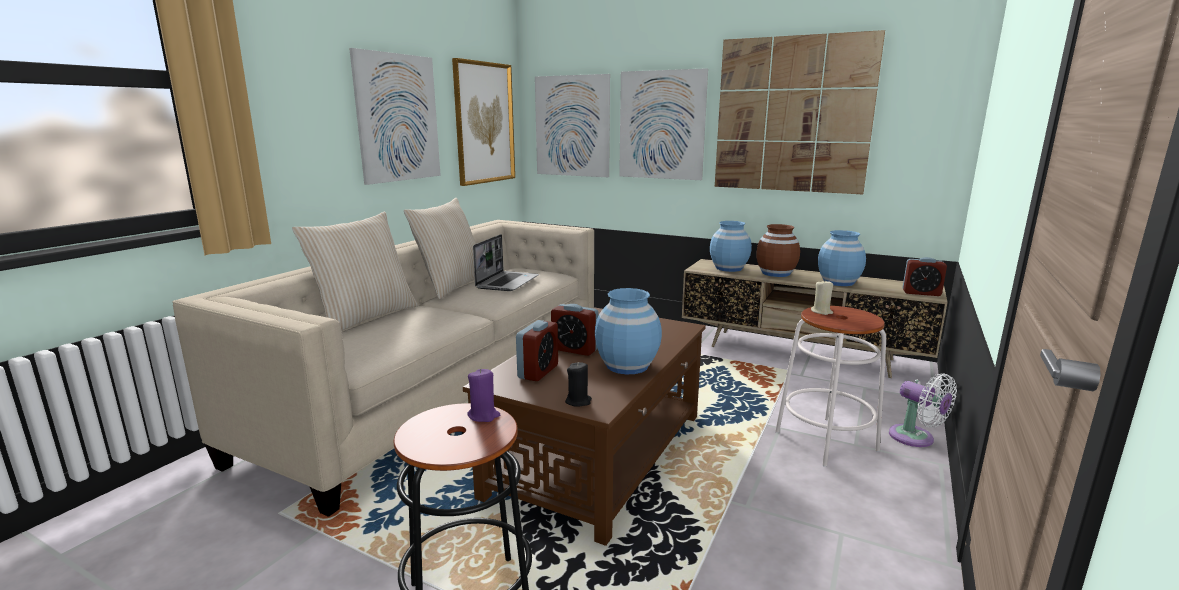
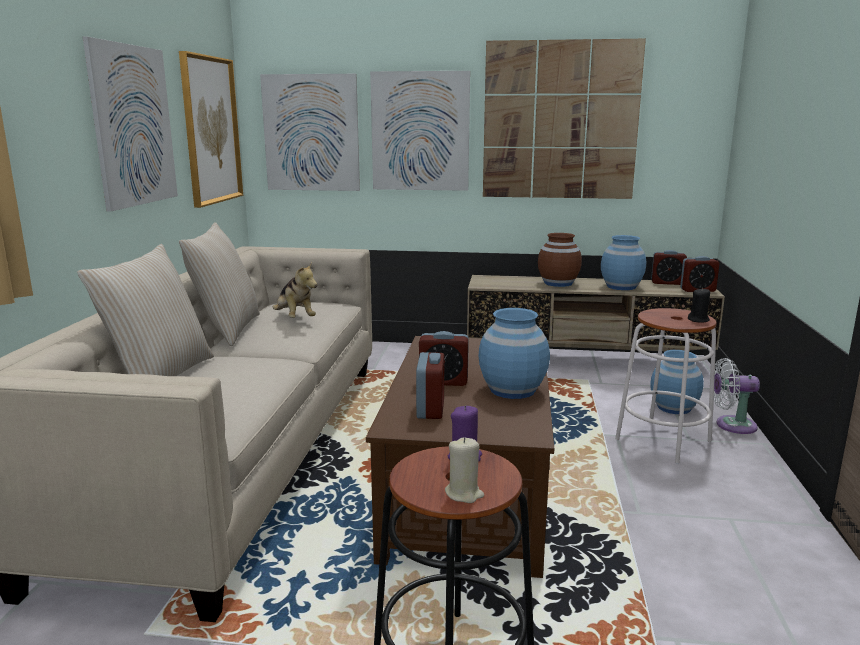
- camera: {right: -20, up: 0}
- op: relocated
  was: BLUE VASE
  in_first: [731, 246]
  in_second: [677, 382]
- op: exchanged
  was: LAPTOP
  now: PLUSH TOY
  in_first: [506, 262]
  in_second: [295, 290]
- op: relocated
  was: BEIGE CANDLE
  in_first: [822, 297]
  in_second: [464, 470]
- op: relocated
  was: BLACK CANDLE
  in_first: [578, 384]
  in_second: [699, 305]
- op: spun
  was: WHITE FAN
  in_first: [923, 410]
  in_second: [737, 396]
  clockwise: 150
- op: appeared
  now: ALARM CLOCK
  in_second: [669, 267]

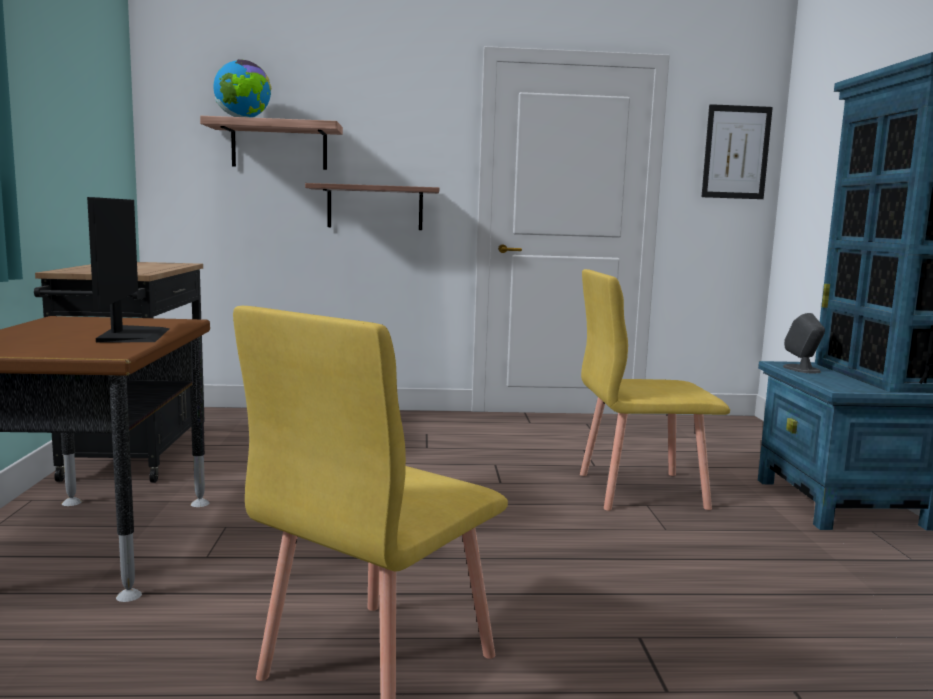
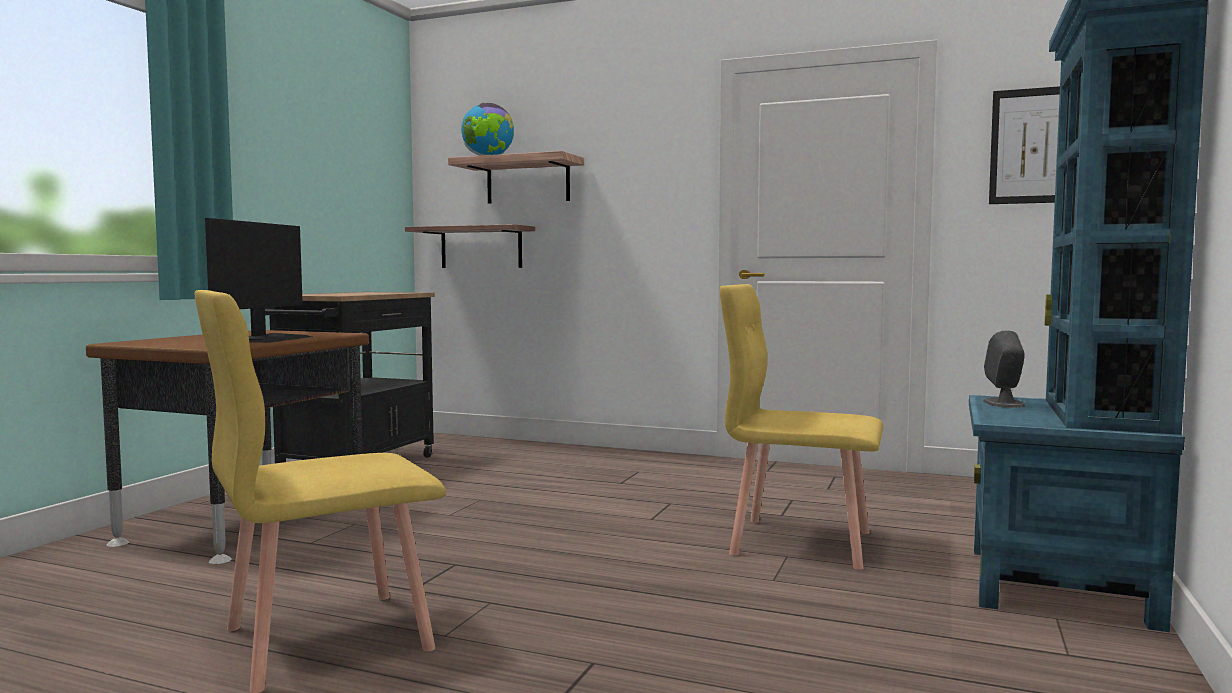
- camera: {right: 25, up: -5}
- op: relocated
  was: SHELF
  in_first: [372, 206]
  in_second: [470, 246]

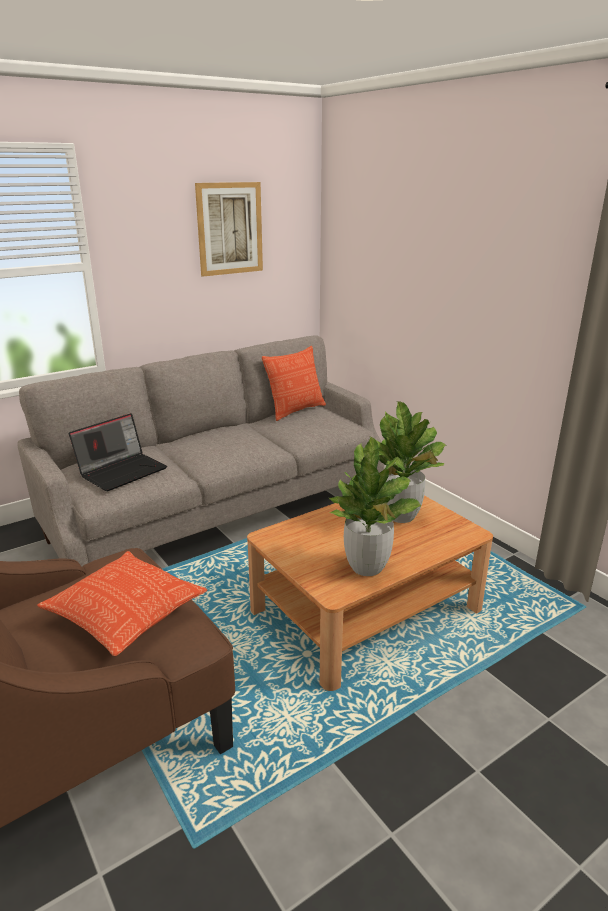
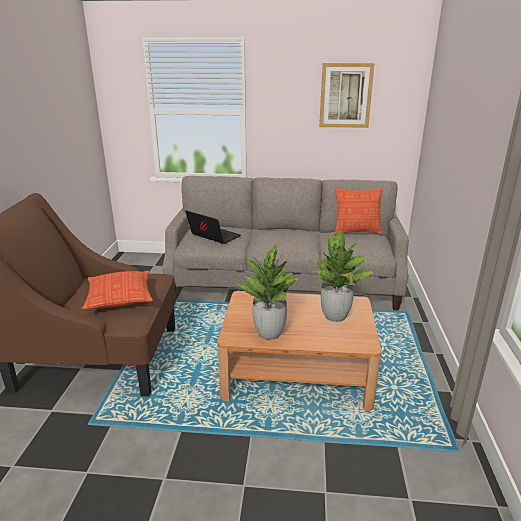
- camera: {right: 40, up: 0}
- op: spun
  was: LAPTOP
  in_first: [118, 452]
  in_second: [213, 227]
  clockwise: -135

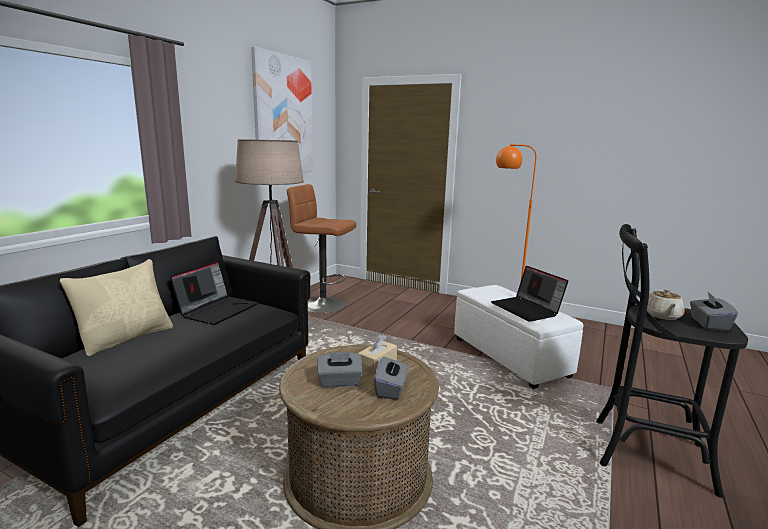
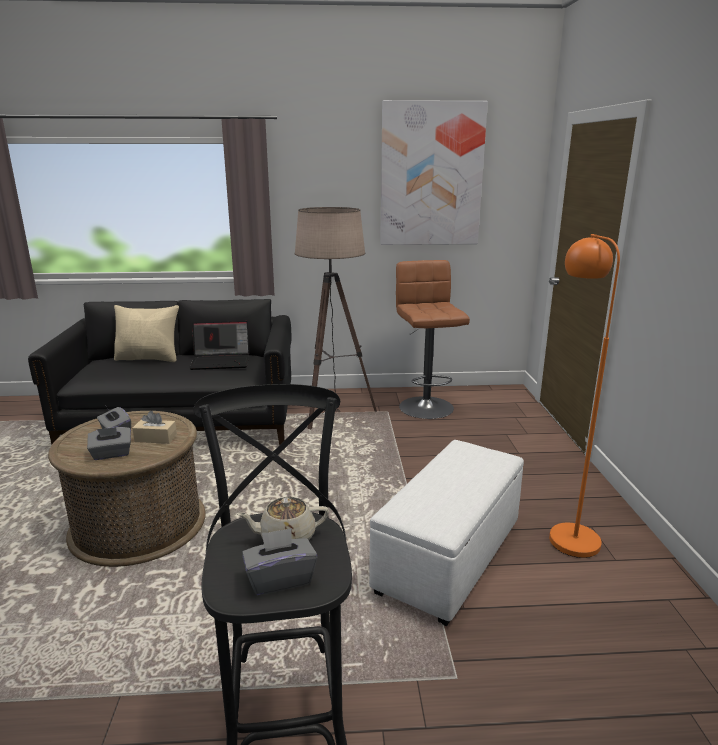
- camera: {right: 60, up: 5}
- op: missing
  was: LAPTOP
  in_first: [529, 294]

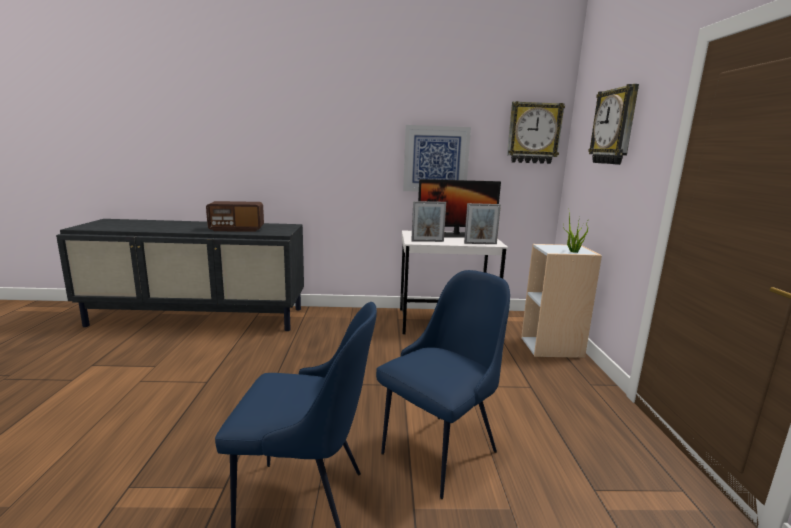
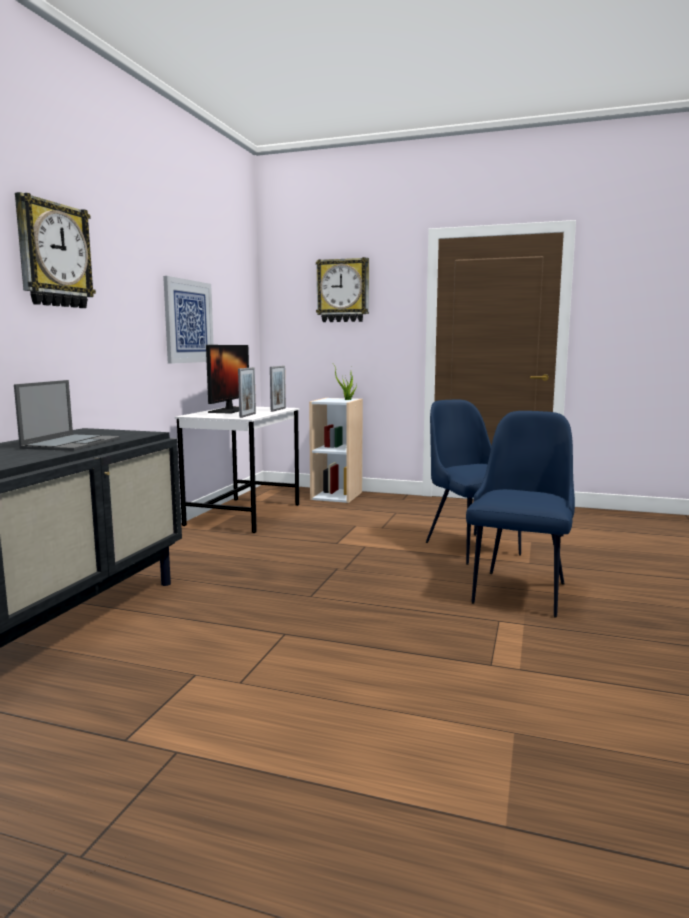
- camera: {right: -70, up: -5}
- op: relocated
  was: WALL CLOCK
  in_first: [536, 132]
  in_second: [55, 250]
- op: exchanged
  was: RADIO
  now: LAPTOP
  in_first: [235, 216]
  in_second: [67, 415]

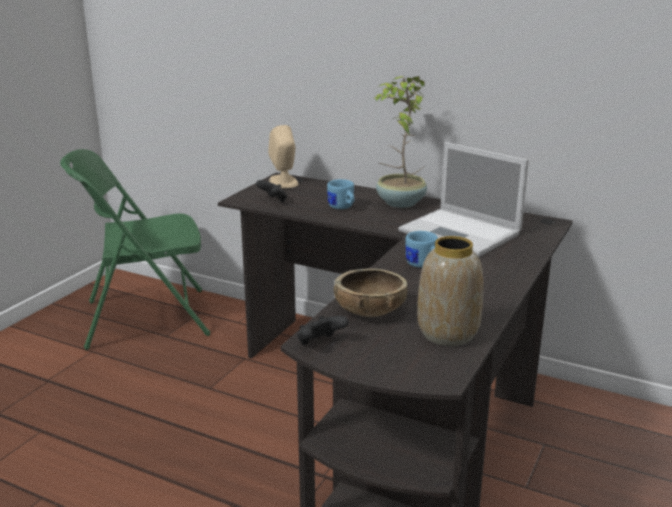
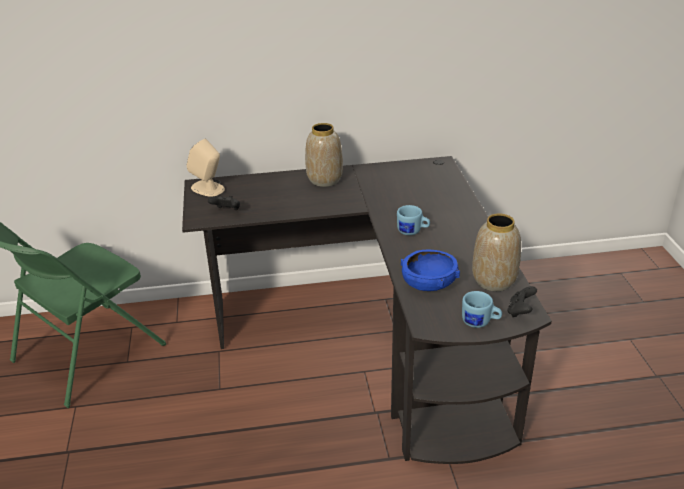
- camera: {right: -35, up: 10}
- op: exchanged
  was: POTTED PLANT
  now: VASE
  in_first: [400, 142]
  in_second: [324, 155]
- op: missing
  was: LAPTOP
  in_first: [463, 199]
- op: relocated
  was: BLUE MUG
  in_first: [340, 194]
  in_second: [482, 309]
- op: colour
  was: BROWN BOWL
  now: BLUE BOWL
  in_first: [370, 292]
  in_second: [430, 270]
- op: relocated
  was: BLACK GAME CONTROLLER
  in_first: [323, 330]
  in_second: [522, 301]

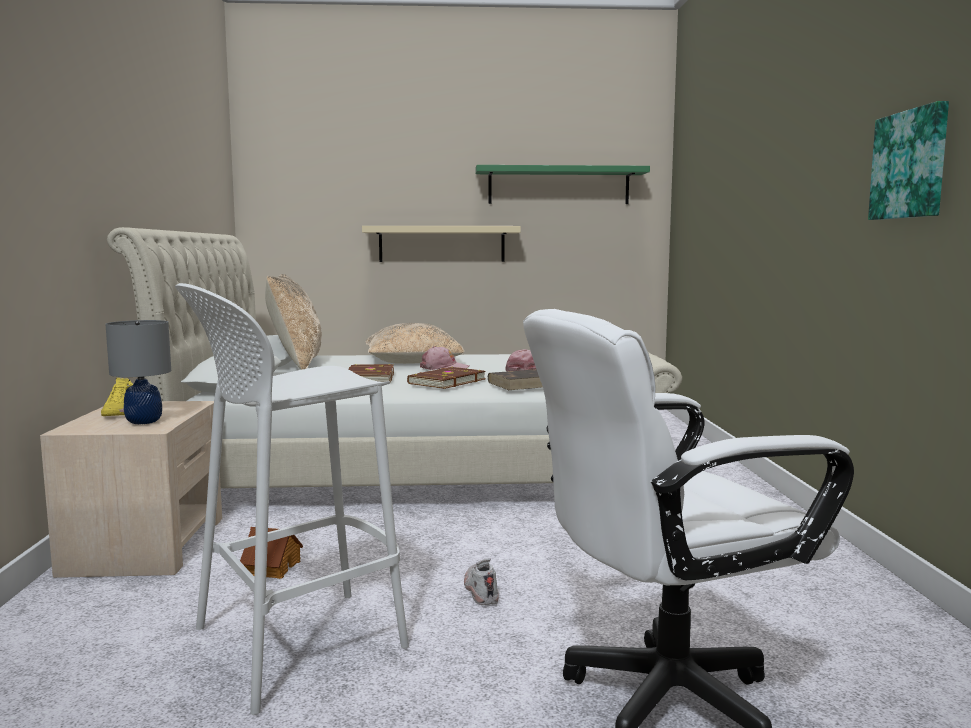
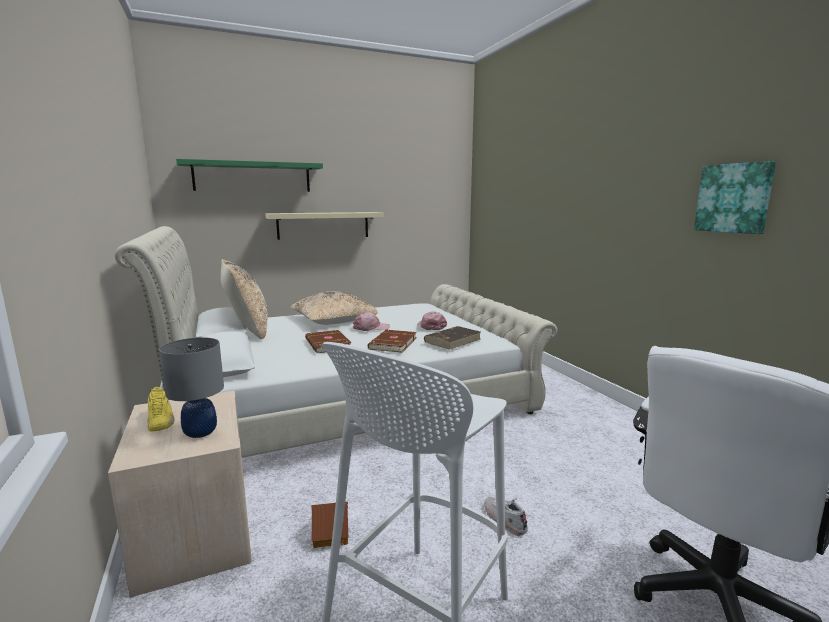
- camera: {right: -20, up: 5}
- op: relocated
  was: GREEN SHELF
  in_first: [562, 184]
  in_second: [249, 175]

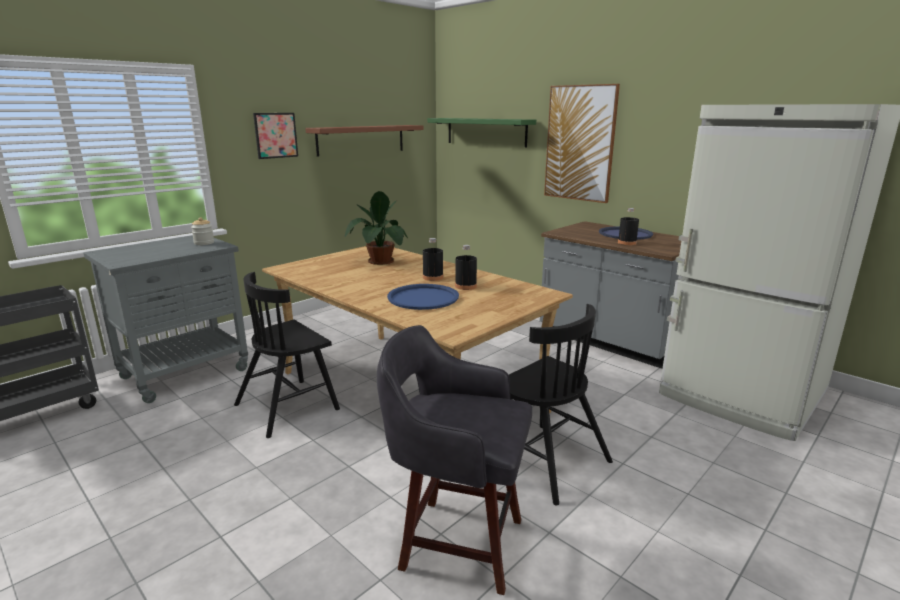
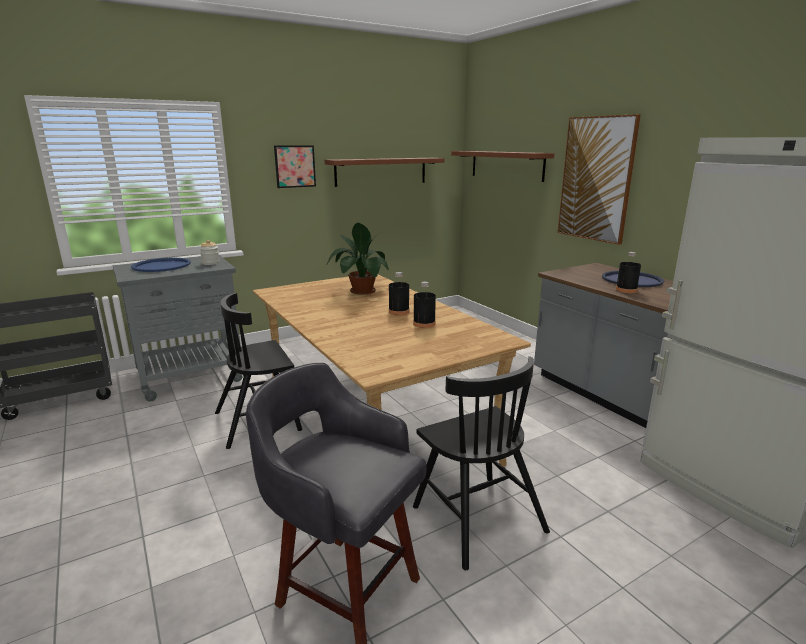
- camera: {right: 15, up: 0}
- op: colour
  was: GREEN SHELF
  now: BROWN SHELF
  in_first: [481, 132]
  in_second: [503, 166]
- op: relocated
  was: BLUE TRAY
  in_first: [423, 297]
  in_second: [161, 265]

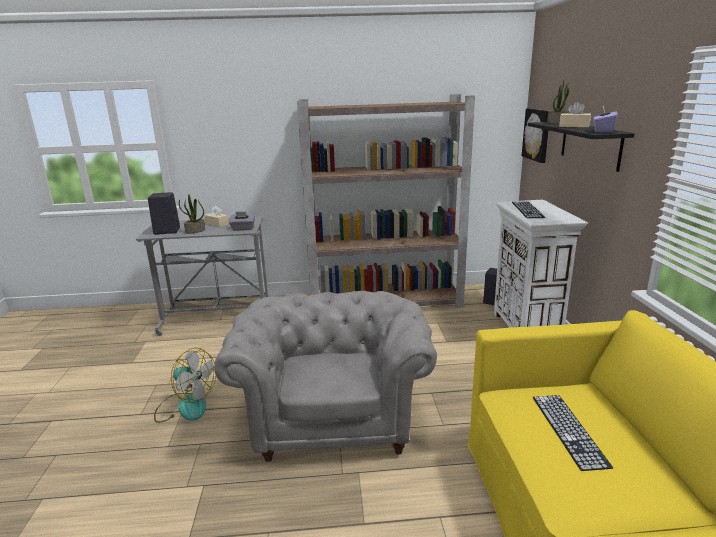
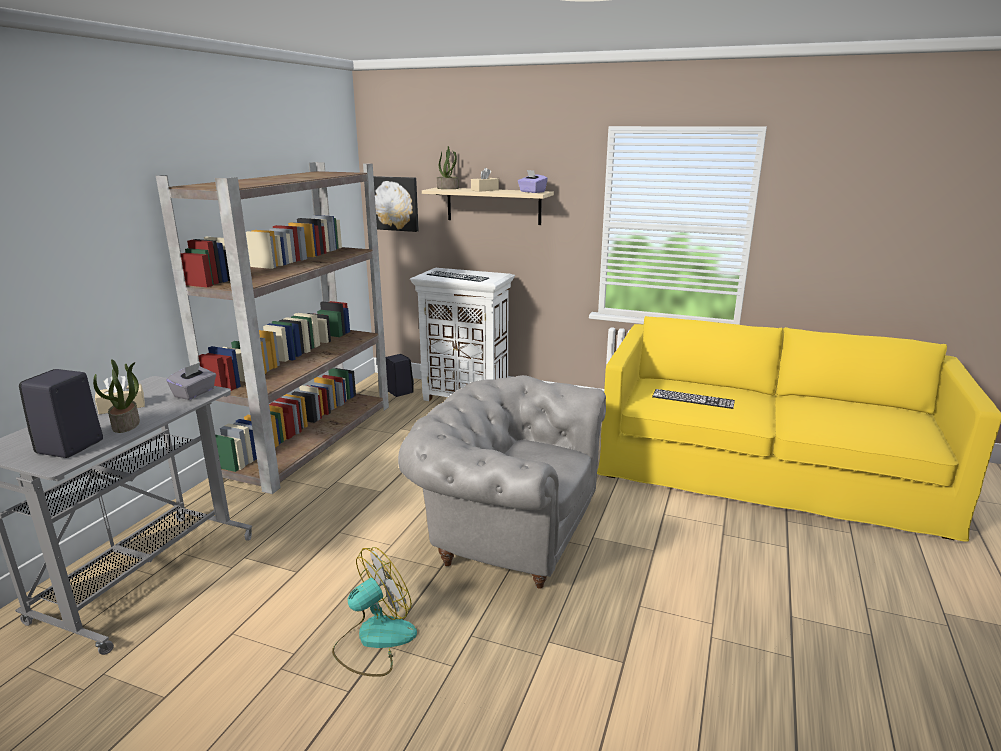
- camera: {right: -65, up: 0}
- op: colour
  was: BLACK SHELF
  now: BEIGE SHELF
  in_first: [581, 147]
  in_second: [488, 206]

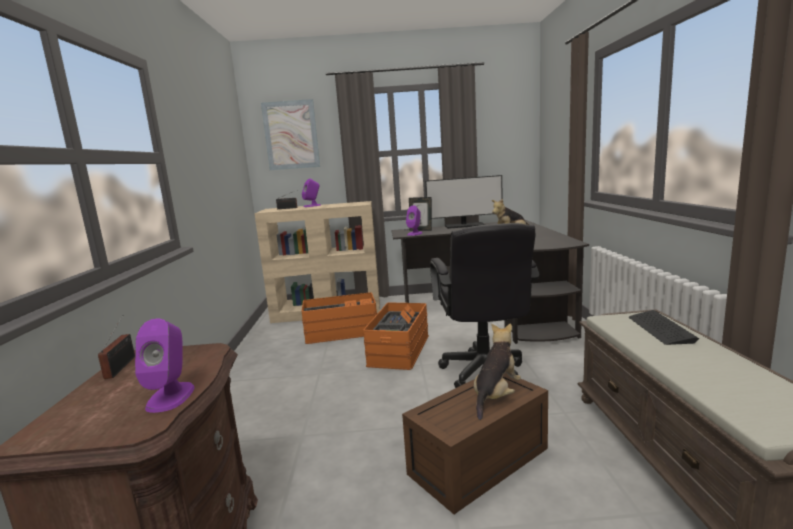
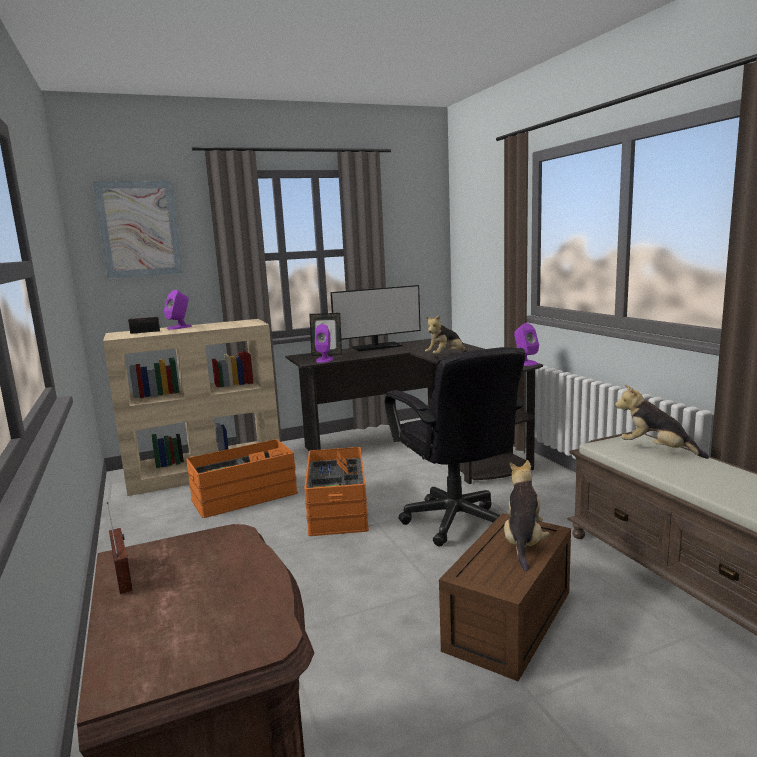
- camera: {right: -20, up: 0}
- op: exchanged
  was: KEYBOARD
  now: PLUSH TOY
  in_first: [664, 327]
  in_second: [662, 422]
- op: relocated
  was: PURPLE SPEAKER
  in_first: [164, 366]
  in_second: [526, 344]

